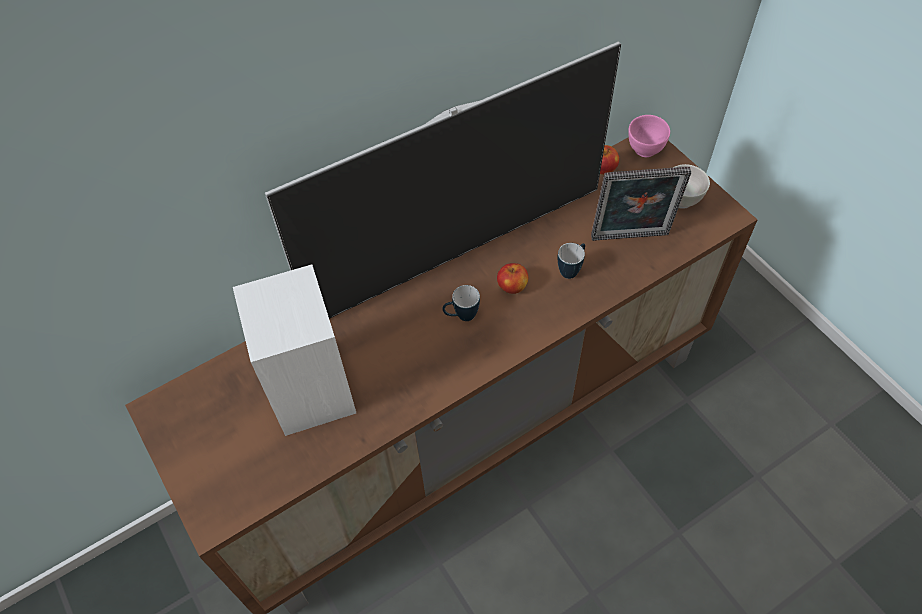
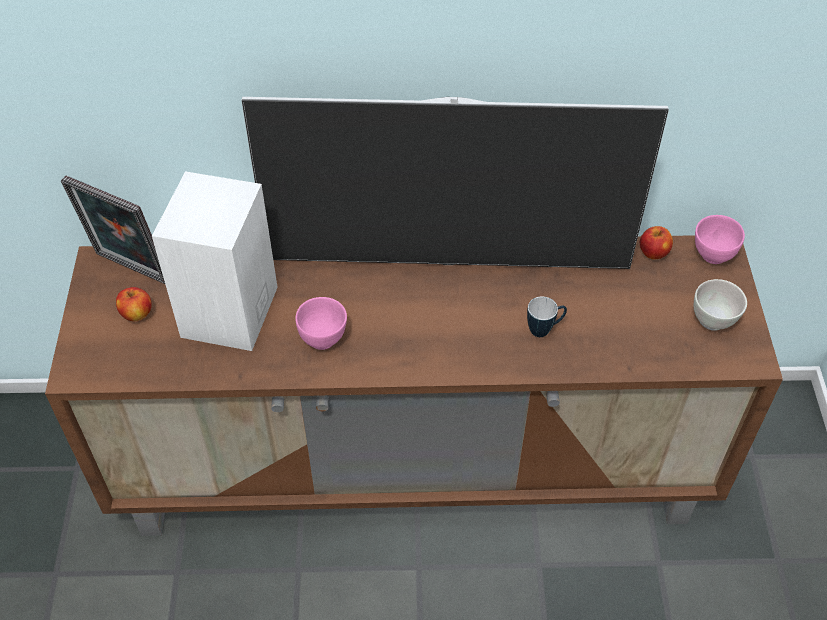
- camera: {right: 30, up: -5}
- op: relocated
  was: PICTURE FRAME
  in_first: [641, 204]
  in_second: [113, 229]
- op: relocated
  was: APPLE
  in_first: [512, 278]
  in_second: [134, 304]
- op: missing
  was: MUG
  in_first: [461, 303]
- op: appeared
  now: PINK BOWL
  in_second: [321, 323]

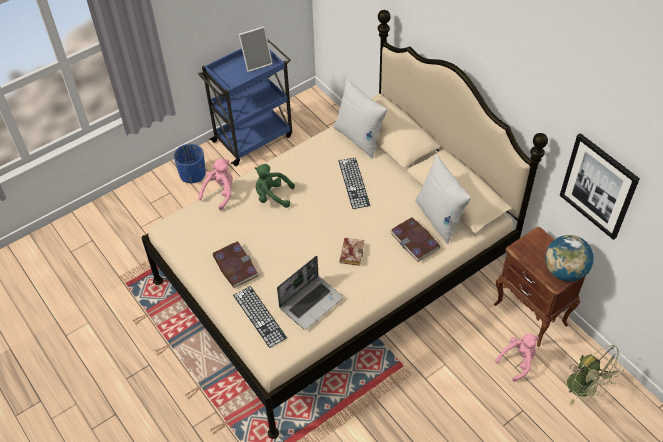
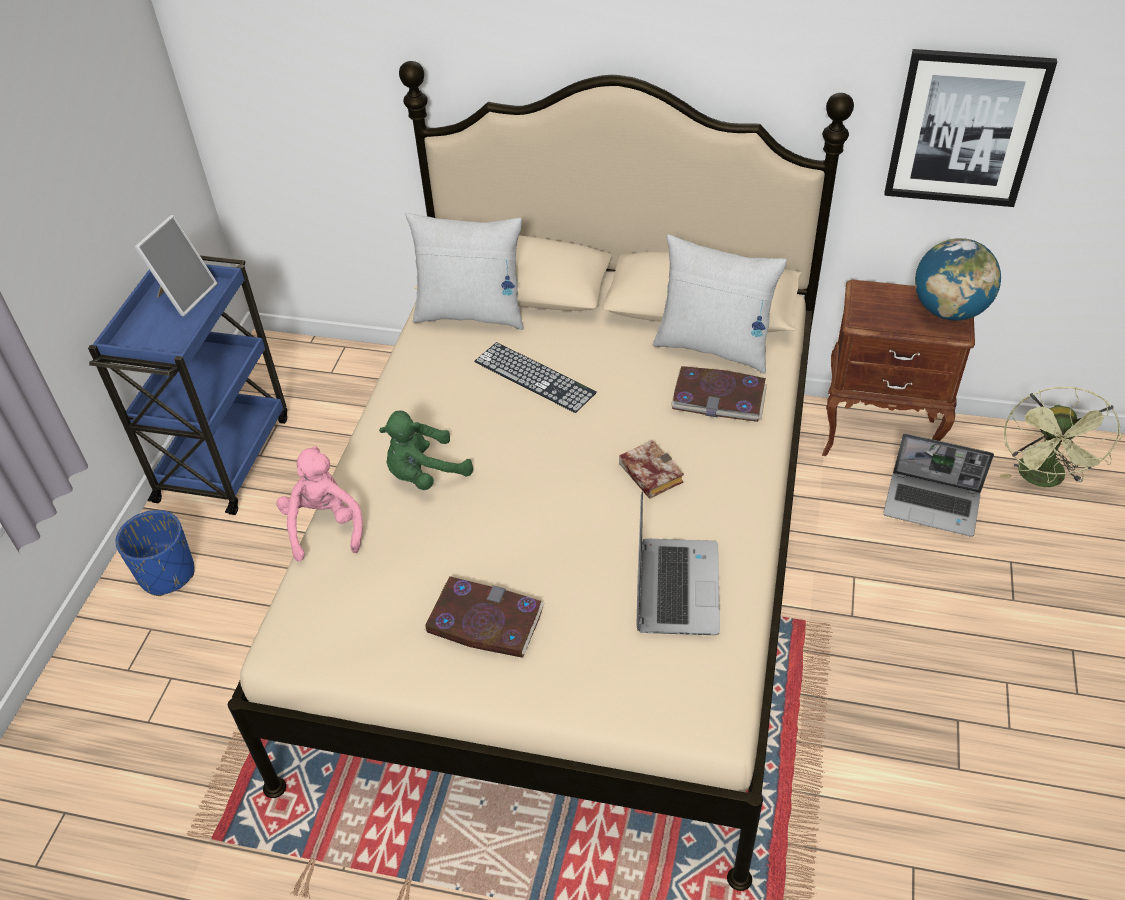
- camera: {right: -40, up: -5}
- op: missing
  was: KEYBOARD
  in_first: [260, 317]
- op: exchanged
  was: PINK PLUSH TOY
  now: LAPTOP
  in_first: [517, 358]
  in_second: [938, 485]
- op: spun
  was: GREEN FAN
  in_first: [597, 375]
  in_second: [1060, 437]
  clockwise: 90

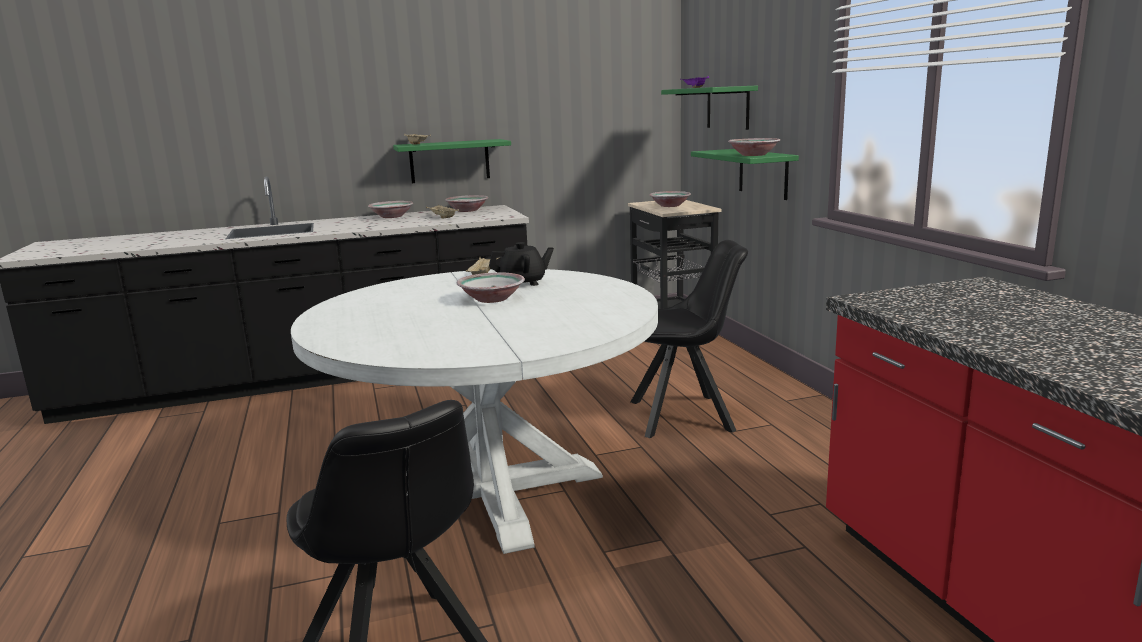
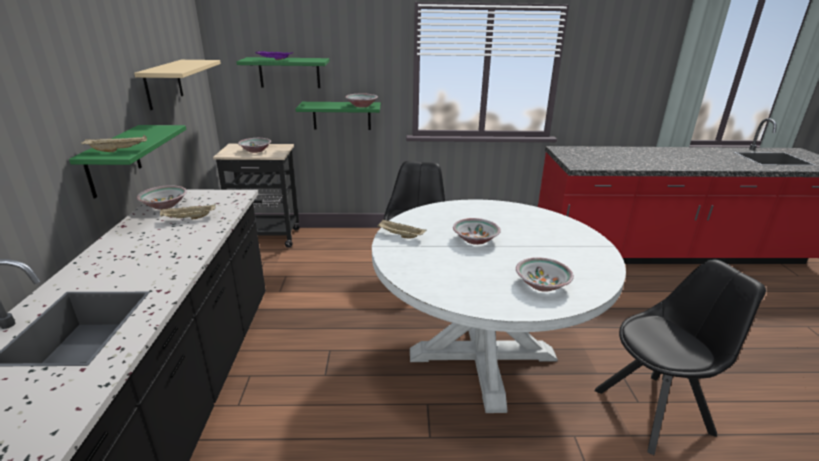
- camera: {right: -75, up: 10}
- op: relocated
  was: BOWL
  in_first: [390, 209]
  in_second: [545, 274]
- op: missing
  was: BLACK TEAPOT
  in_first: [521, 264]
- op: appeared
  now: BEIGE SHELF
  in_second: [177, 85]

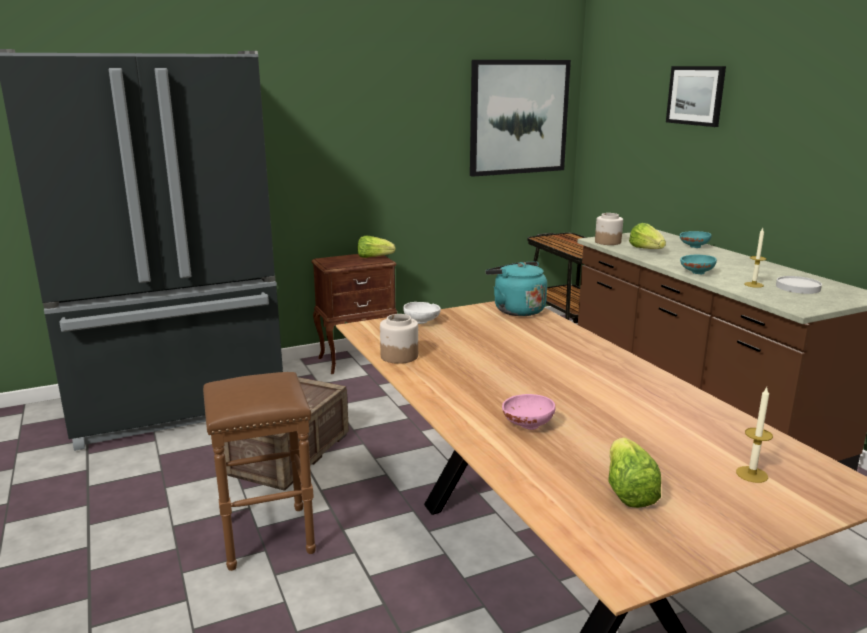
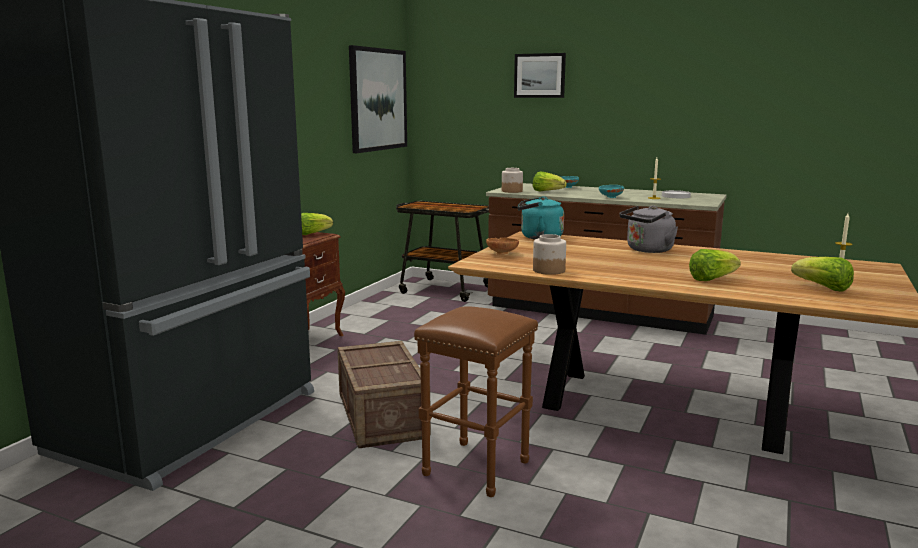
- camera: {right: -40, up: -5}
- op: colour
  was: WHITE BOWL
  now: BROWN BOWL
  in_first: [422, 313]
  in_second: [502, 246]
- op: exchanged
  was: PINK BOWL
  now: LETTUCE
  in_first: [529, 412]
  in_second: [715, 265]
- op: appeared
  now: GREY KETTLE
  in_second: [648, 229]

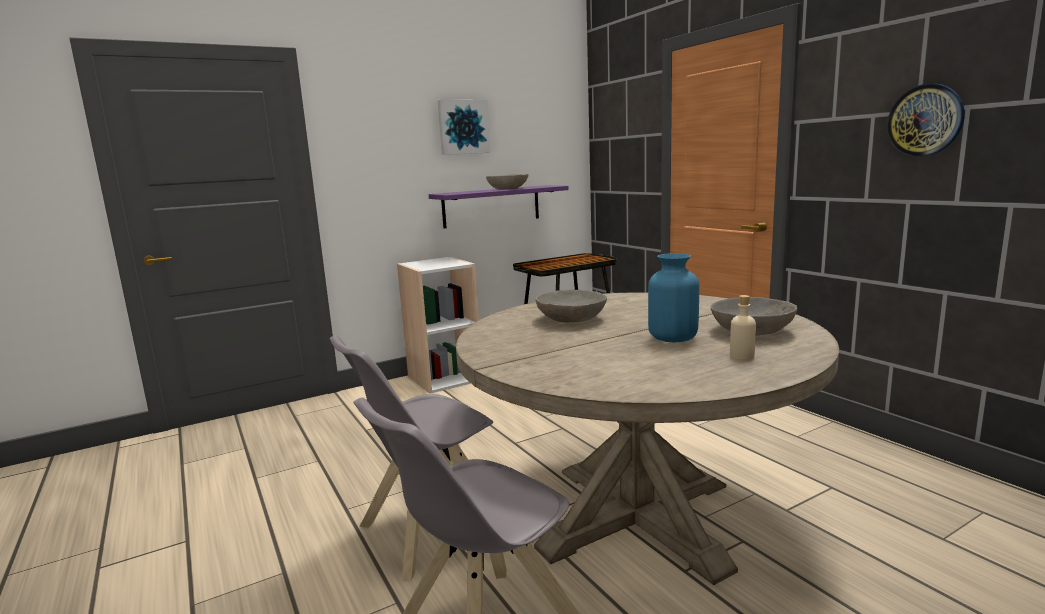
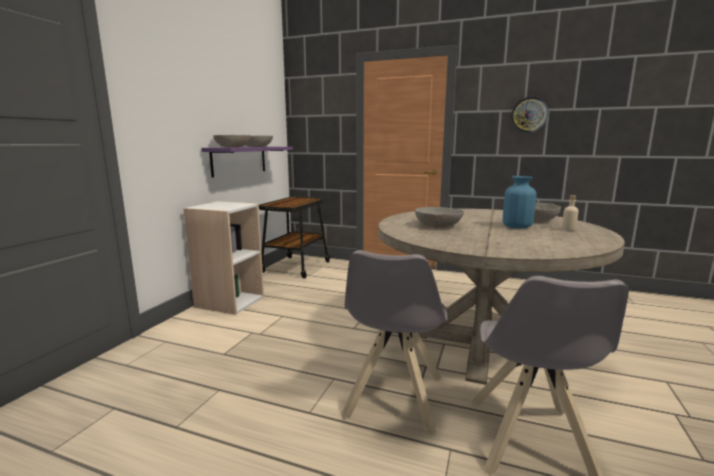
- camera: {right: -40, up: 0}
- op: missing
  was: PICTURE
  in_first: [464, 127]
- op: appeared
  now: GREY BOWL
  in_second: [232, 141]

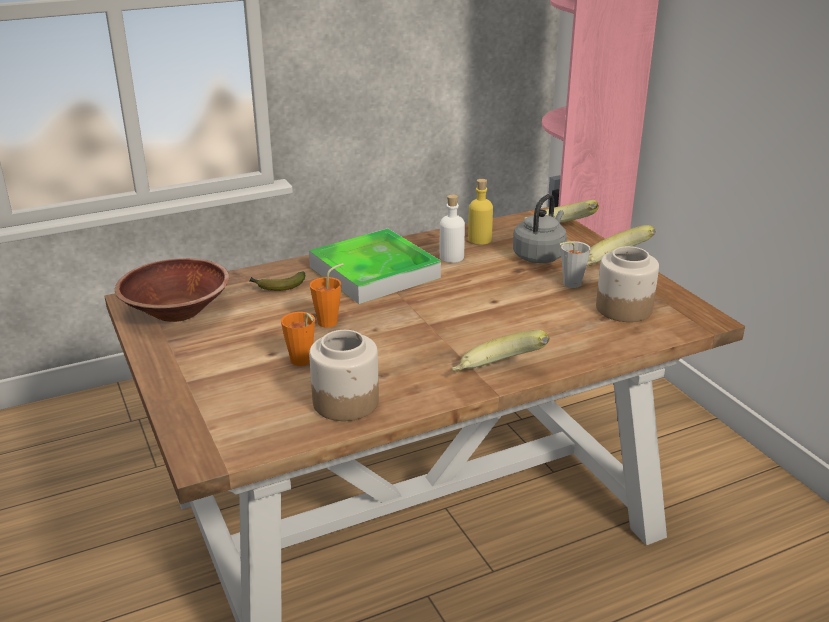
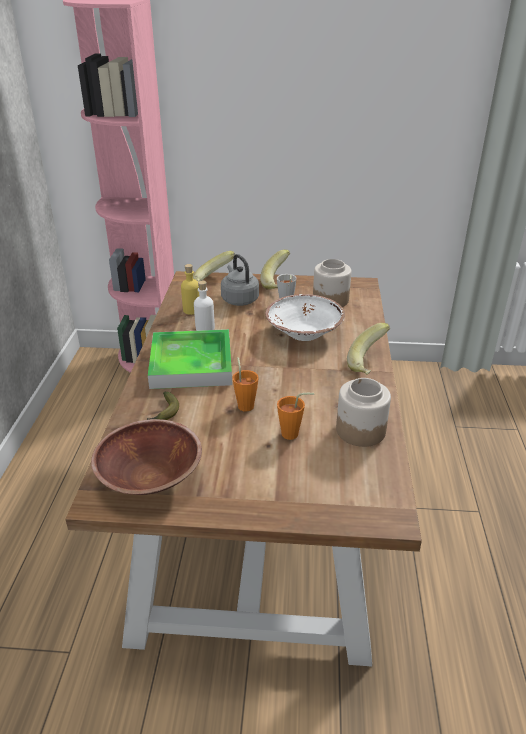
- camera: {right: -60, up: 5}
- op: appeared
  now: WHITE BOWL
  in_second: [305, 317]

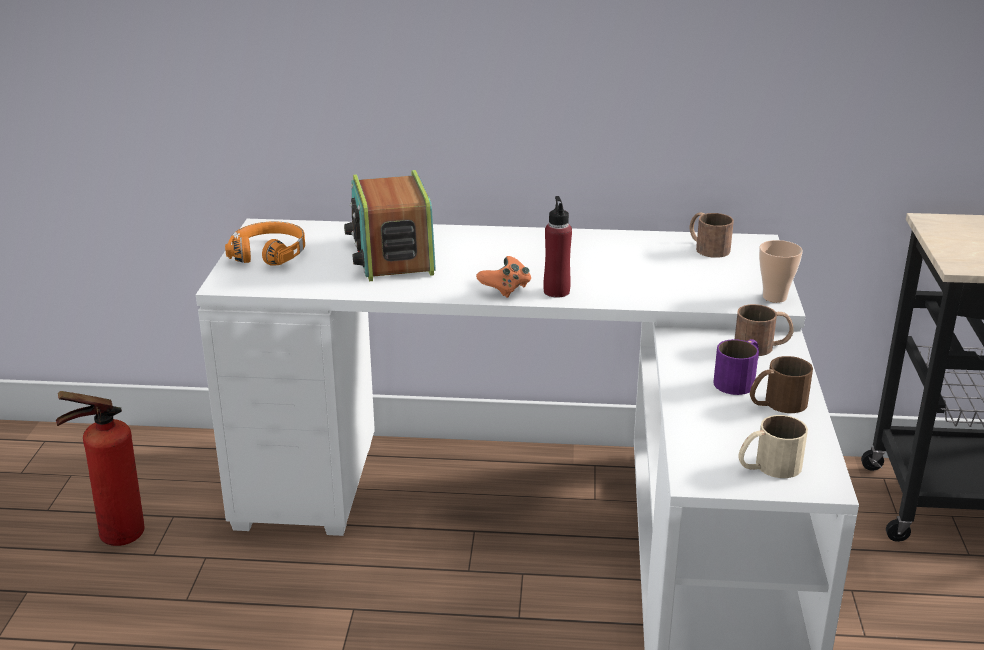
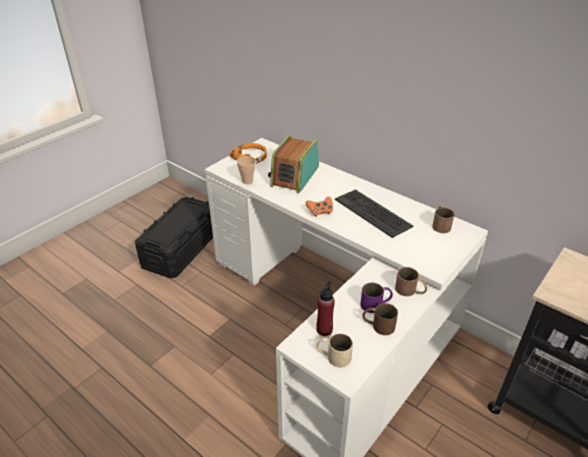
- camera: {right: 35, up: 10}
- op: relocated
  was: RED BOTTLE
  in_first: [557, 247]
  in_second: [325, 308]
- op: relocated
  was: CUP
  in_first: [781, 271]
  in_second: [246, 170]
- op: exchanged
  was: FIRE EXTINGUISHER
  now: BLACK STORAGE BOX
  in_first: [100, 468]
  in_second: [174, 237]
- op: appeared
  now: KEYBOARD
  in_second: [374, 213]

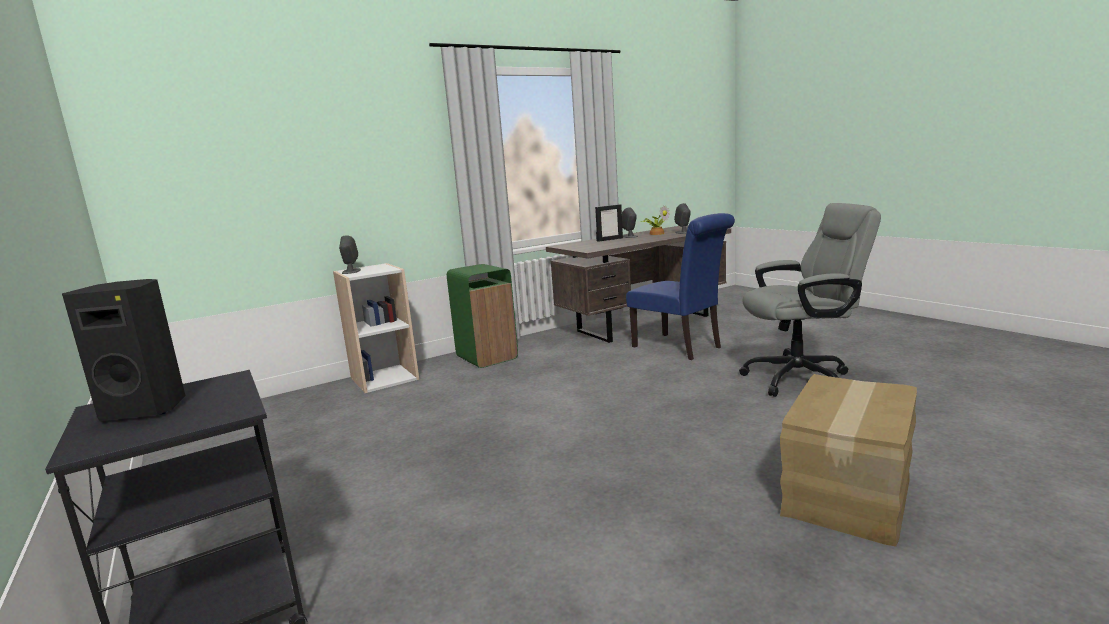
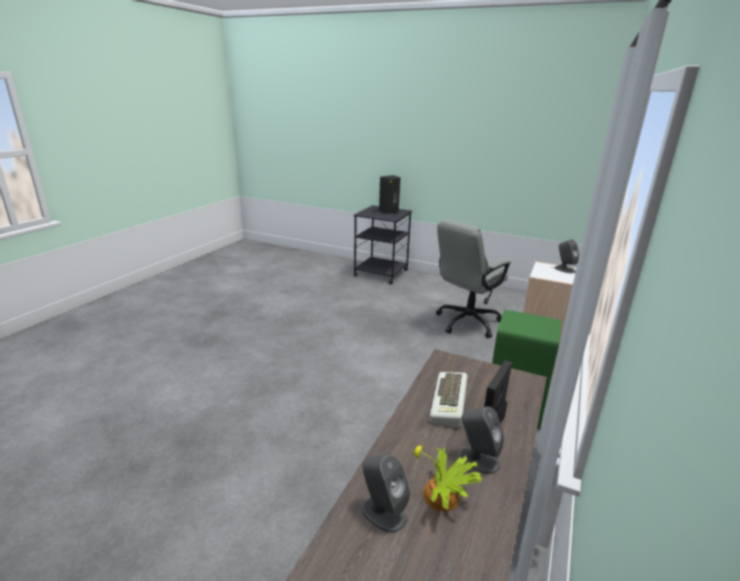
- camera: {right: 145, up: 10}
- op: relocated
  was: GREY OFFICE CHAIR
  in_first: [810, 300]
  in_second: [473, 278]
- op: missing
  was: BLUE CHAIR
  in_first: [680, 286]
- op: missing
  was: CARDBOARD BOX
  in_first: [848, 460]
- op: appeared
  now: KEYBOARD
  in_second: [448, 400]

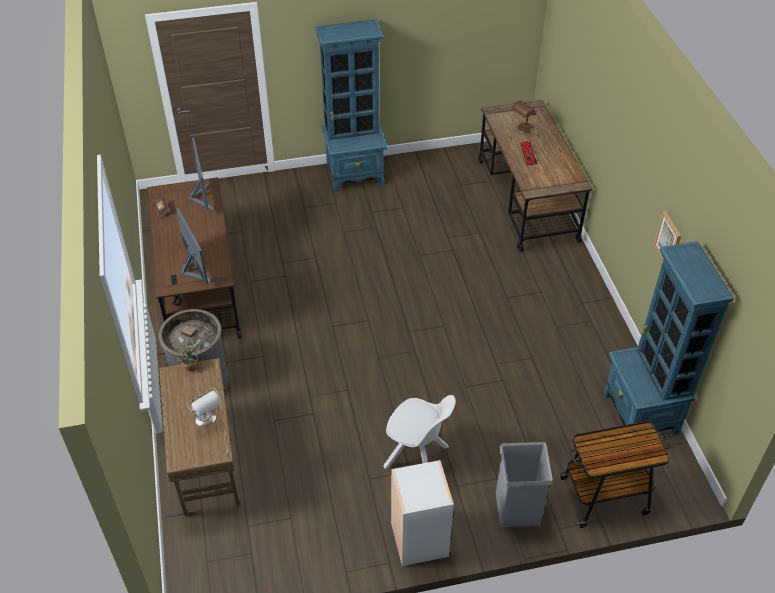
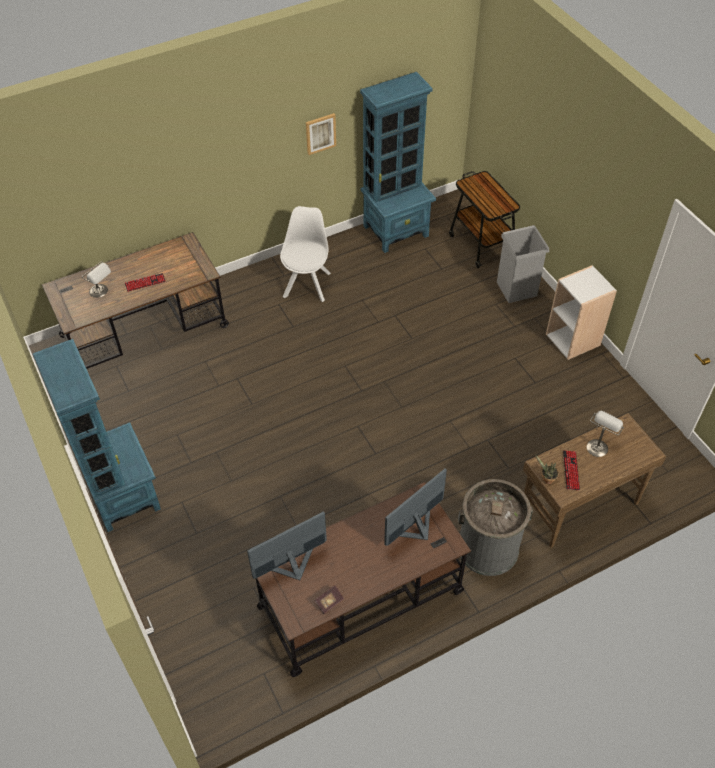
- camera: {right: -105, up: 5}
- op: colour
  was: BROWN TABLE LAMP
  now: WHITE TABLE LAMP
  in_first: [524, 116]
  in_second: [96, 280]
- op: relocated
  was: WHITE CHAIR
  in_first: [419, 432]
  in_second: [305, 254]
- op: appeared
  now: KEYBOARD
  in_second: [571, 470]

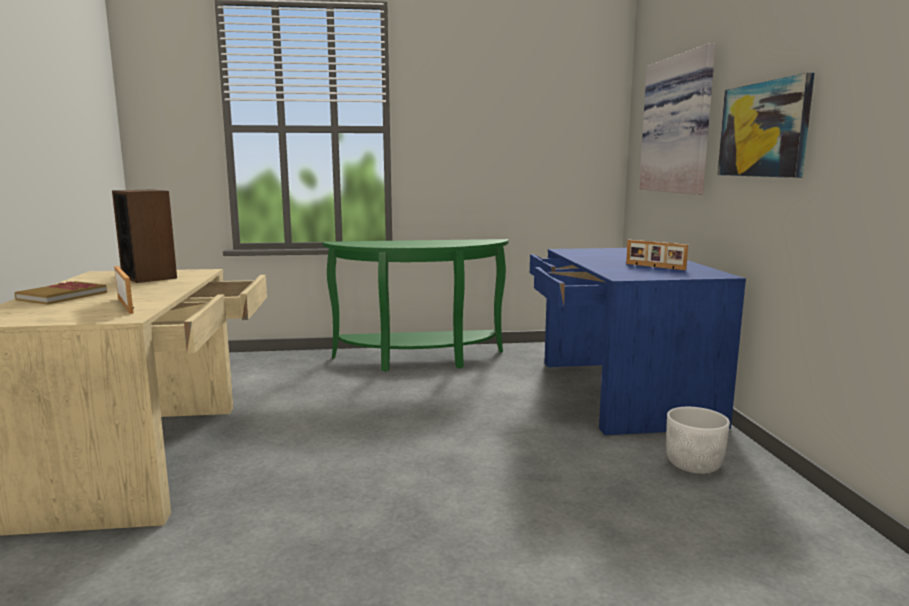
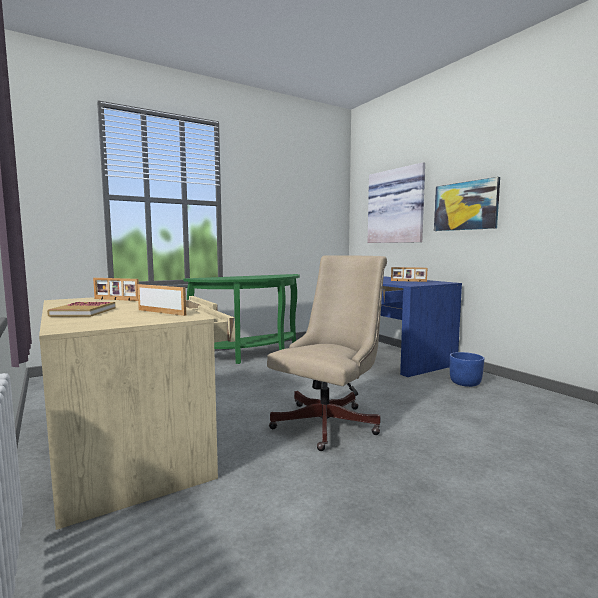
- camera: {right: -25, up: -5}
- op: exchanged
  was: SPEAKER
  now: PICTURE FRAME
  in_first: [144, 236]
  in_second: [116, 289]
- op: colour
  was: WHITE PLANTER
  now: BLUE PLANTER
  in_first: [698, 440]
  in_second: [467, 369]
- op: appeared
  now: BEIGE OFFICE CHAIR
  in_second: [327, 353]

